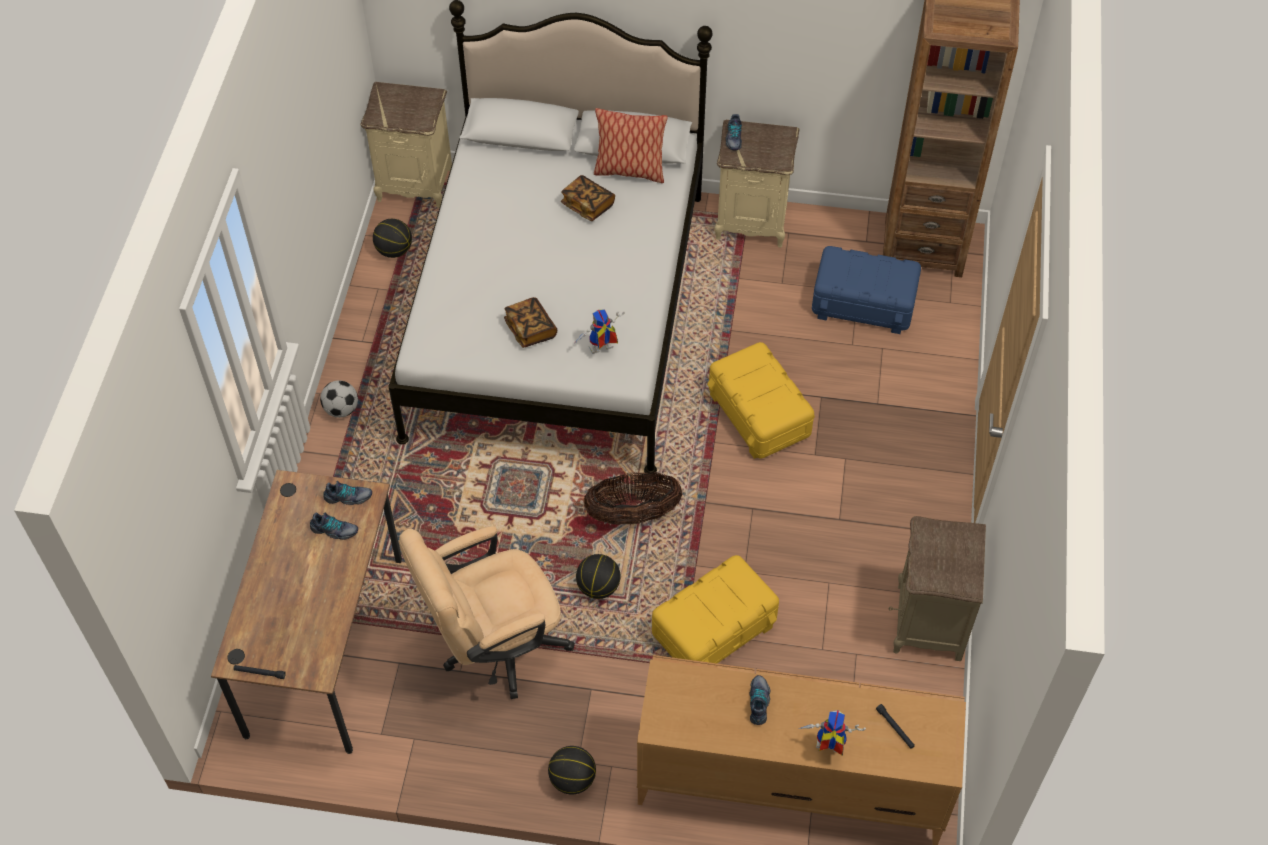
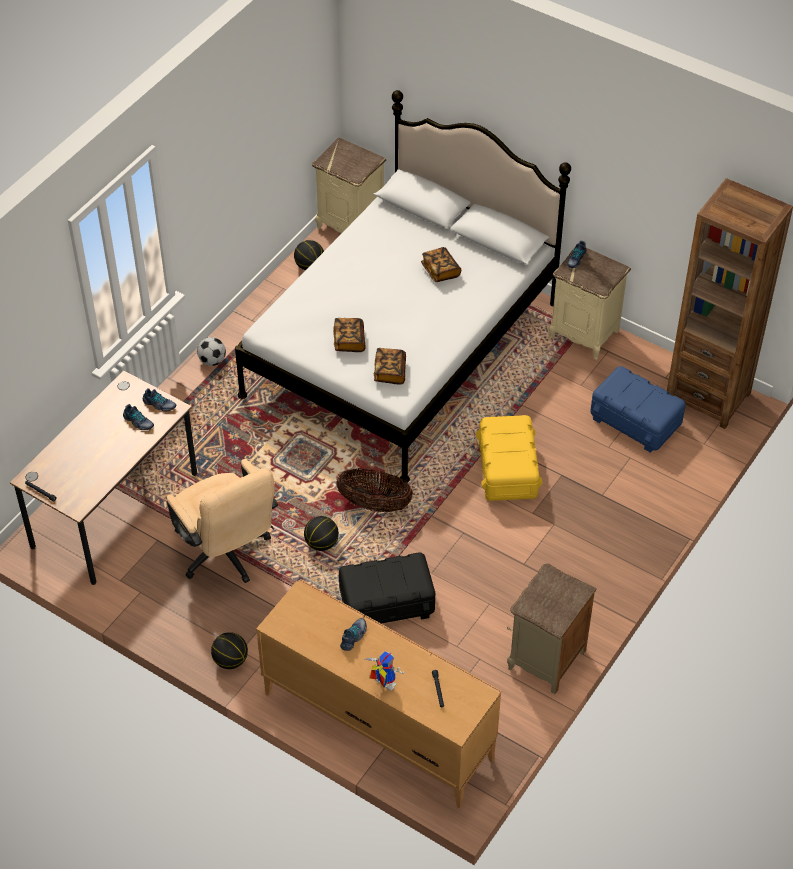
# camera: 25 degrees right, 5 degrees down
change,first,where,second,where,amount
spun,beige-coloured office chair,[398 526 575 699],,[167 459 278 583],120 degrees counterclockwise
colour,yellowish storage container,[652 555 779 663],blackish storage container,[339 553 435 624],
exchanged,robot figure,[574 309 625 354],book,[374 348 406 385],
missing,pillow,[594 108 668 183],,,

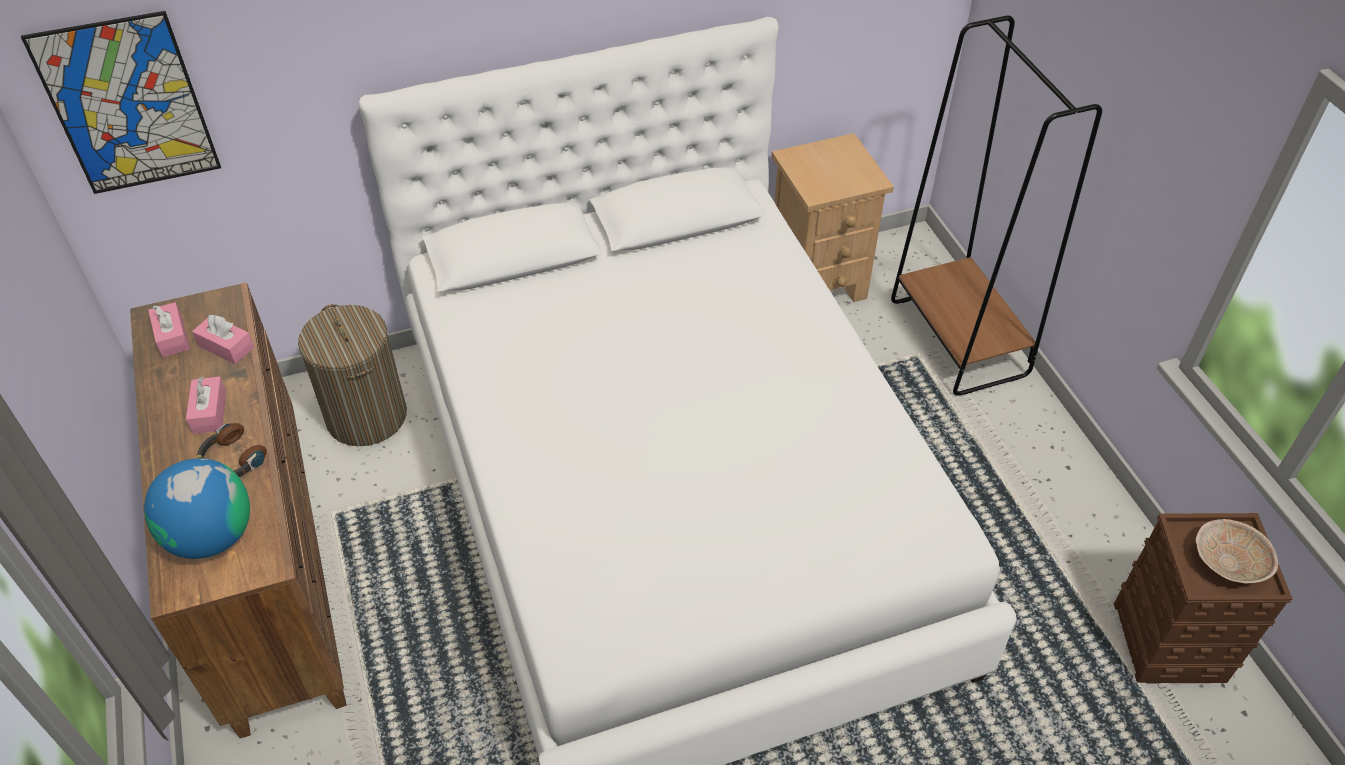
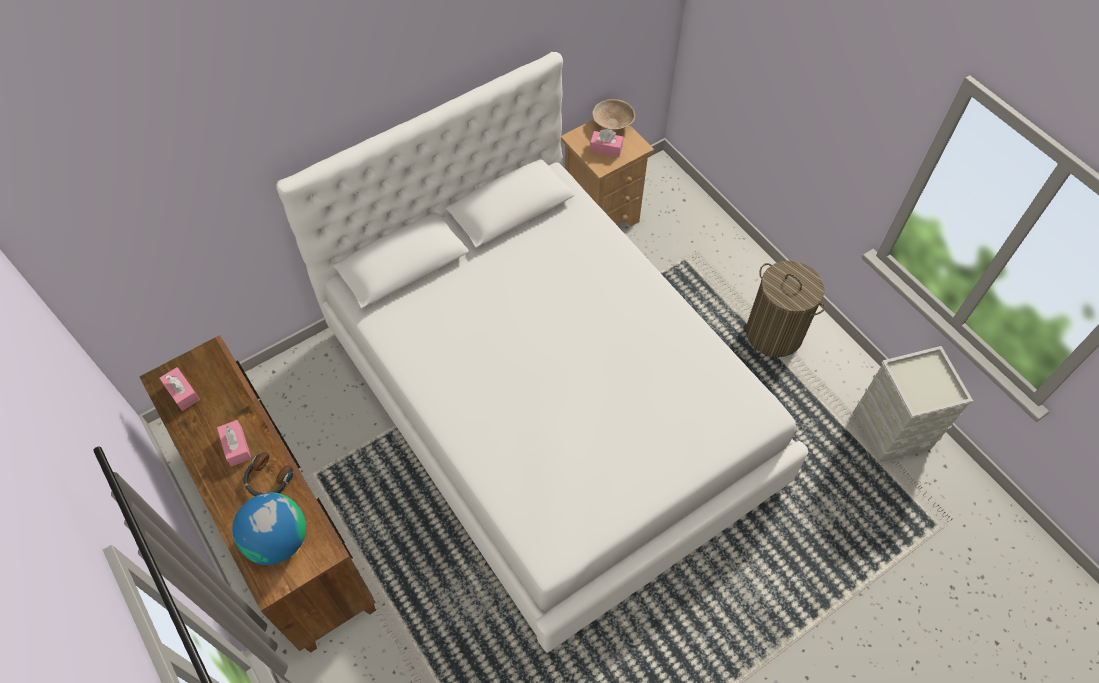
# camera: 15 degrees left, 10 degrees up
change,first,where,second,where,amount
relocated,pink-coloured tissue box,[192 315 254 364],,[590 129 623 157],
relocated,beige-coloured bowl,[1195 519 1278 584],,[592 99 635 130],
relocated,hamper,[298 304 407 446],,[746 261 826 357],
colour,brown-coloured storage container,[1113 513 1293 683],greyish storage container,[853 346 973 463],
missing,wall art,[21 11 221 194],,,
missing,clothes rack,[891 15 1102 396],,,

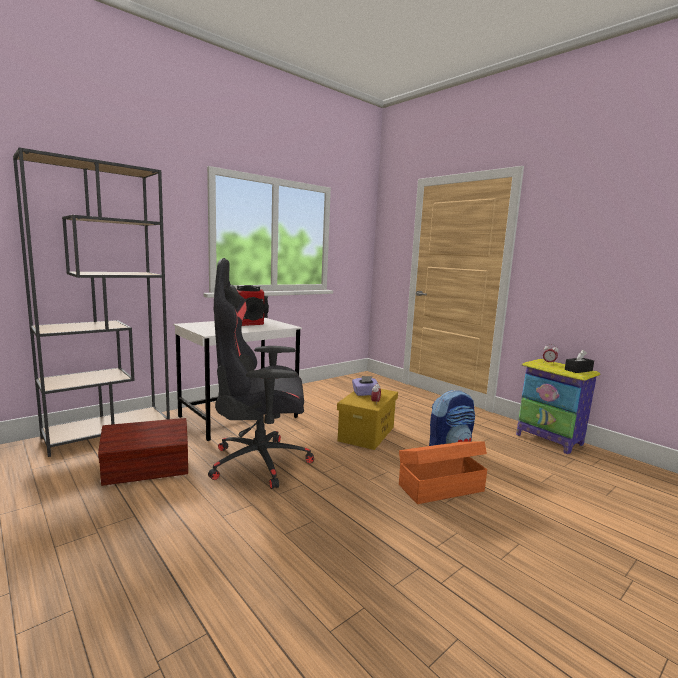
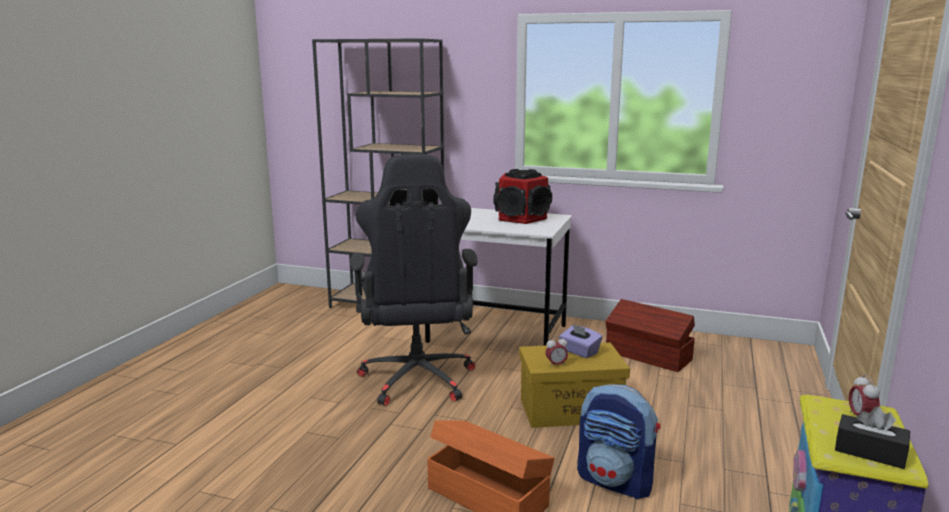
# camera: 60 degrees right, 5 degrees up
change,first,where,second,where,amount
spun,blackish office chair,[208 258 314 489],,[350 153 477 406],150 degrees counterclockwise
relocated,brown-coloured storage container,[98 418 188 486],,[605 299 695 372],

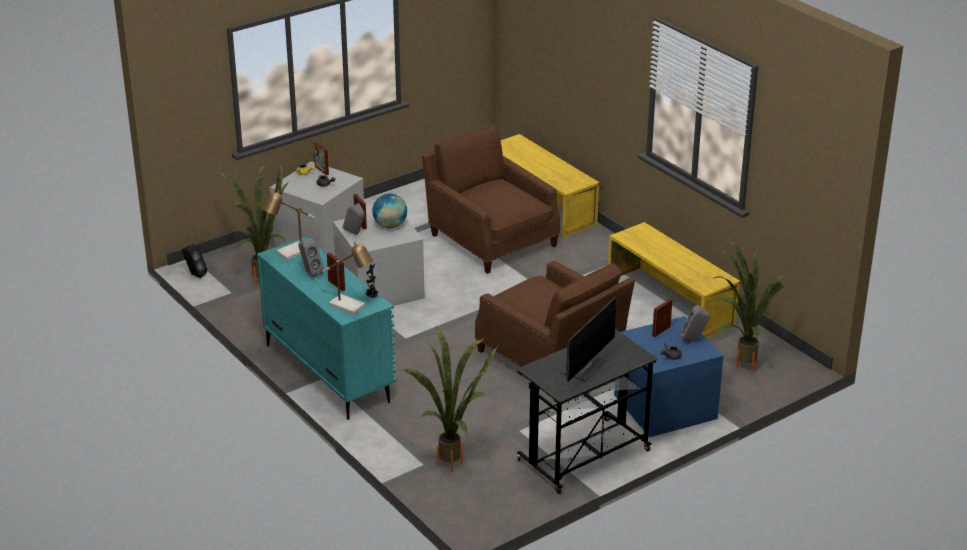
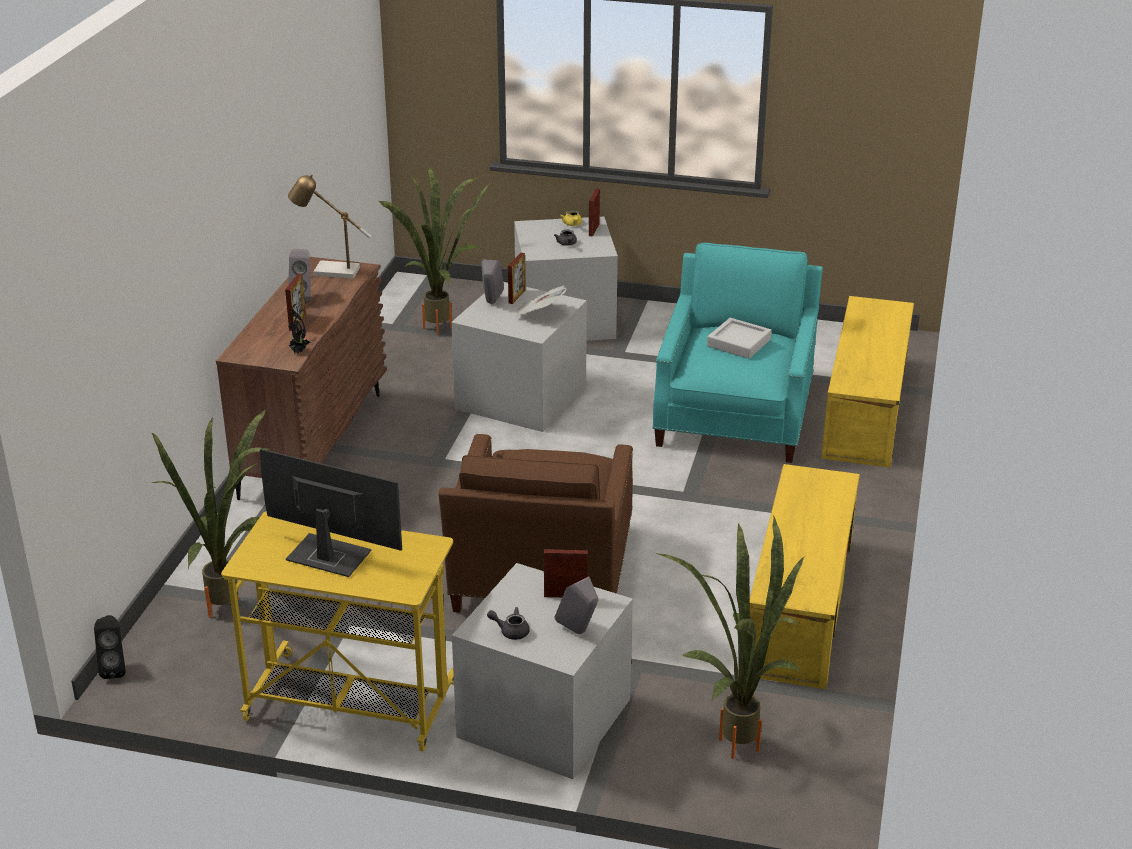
# camera: 50 degrees right, 0 degrees up
change,first,where,second,where,amount
relocated,blackish speaker,[182 244 207 278],,[94 615 126 679],
colour,turquoise drawer chest,[257 237 396 420],brown-coloured drawer chest,[216 257 387 500],
colour,blackish desk table,[517 329 657 494],yellowish desk table,[221 511 454 752],
spun,computer screen,[561 296 617 382],,[260 449 402 577],150 degrees counterclockwise
colour,blue storage container,[614 316 723 437],greyish storage container,[452 563 633 779],
exchanged,globe,[372 194 407 228],daily paper,[516 285 566 317],
colour,brown-coloured armchair,[422 125 560 274],turquoise armchair,[652 243 823 463],
appeared,,,greyish tray,[707 318 772 359],
missing,table lamp,[323 242 373 315],,,

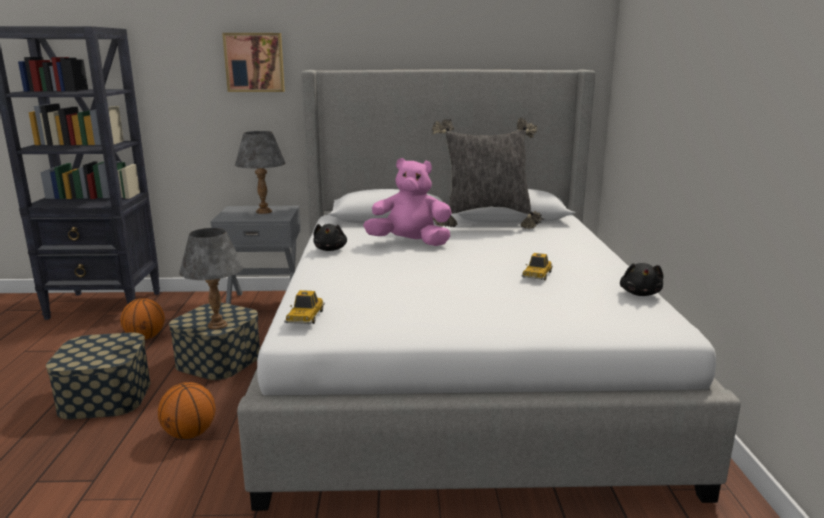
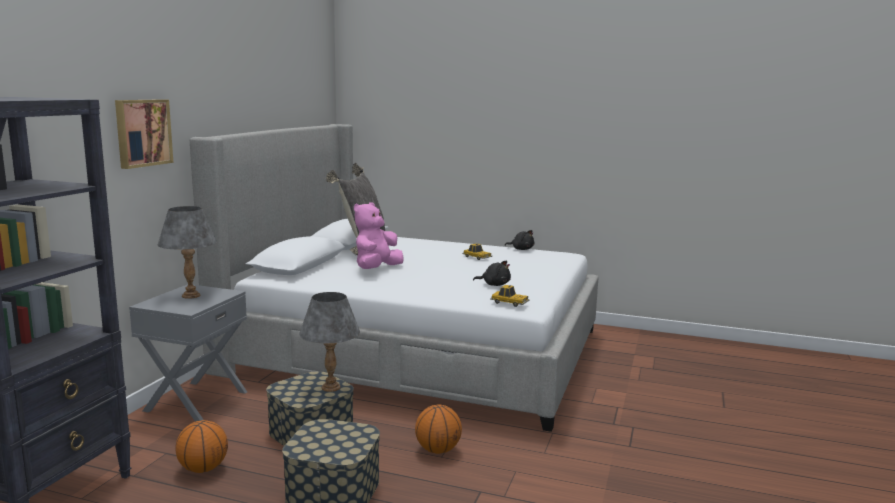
# camera: 70 degrees left, 5 degrees down
change,first,where,second,where,amount
relocated,blackish plush toy,[313 224 347 251],,[473 260 511 286],

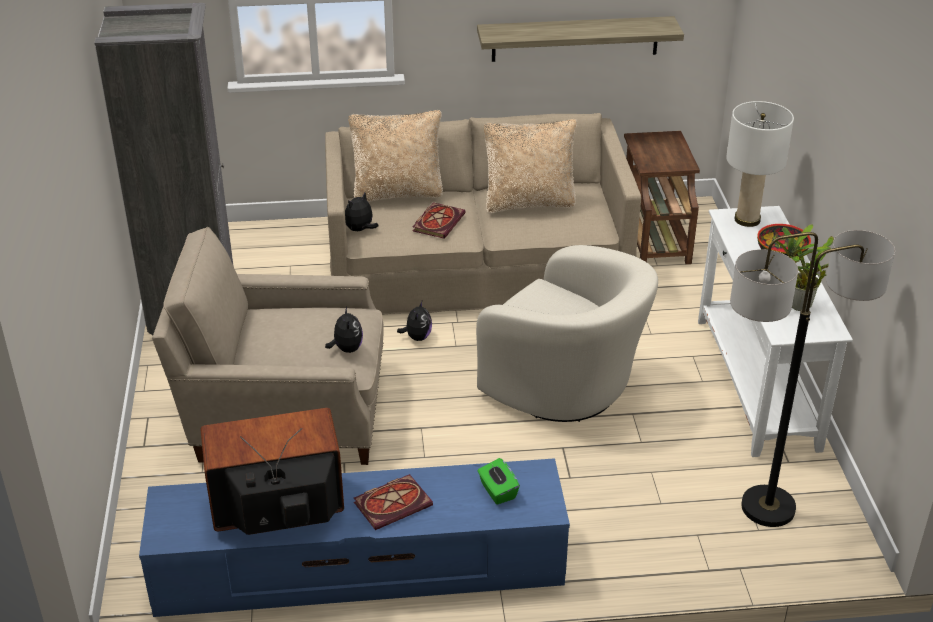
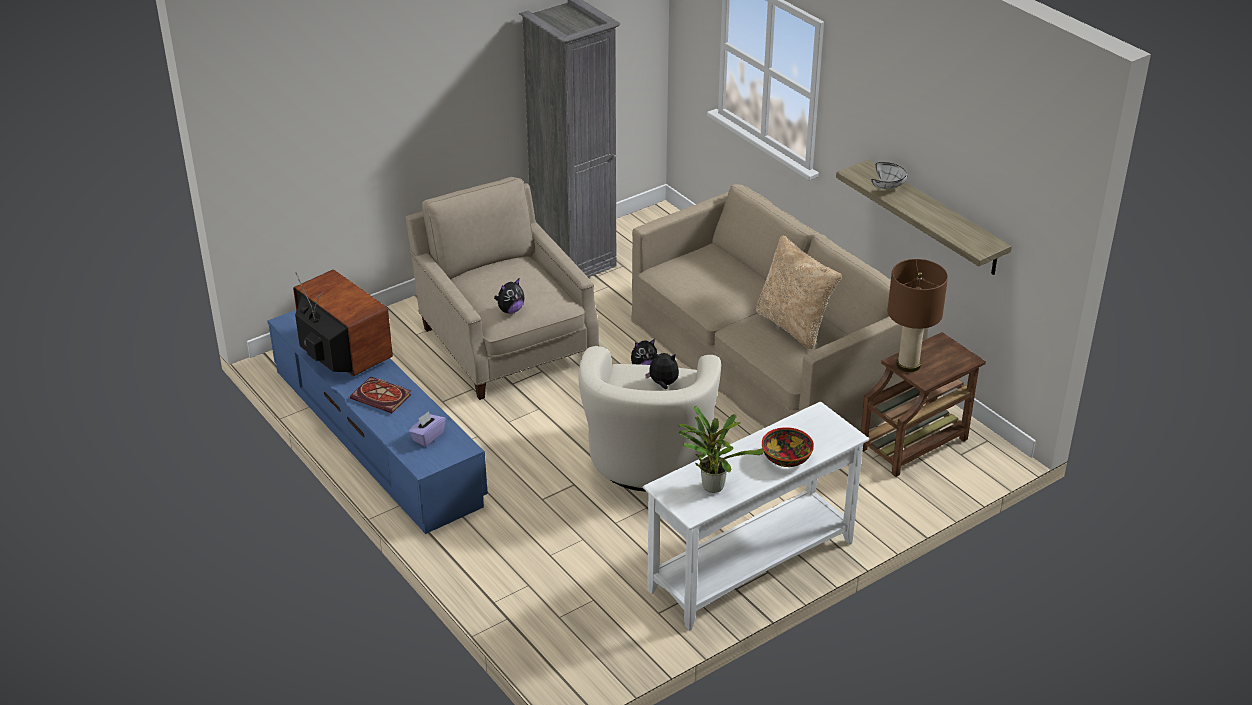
# camera: 60 degrees right, 0 degrees up
change,first,where,second,where,amount
colour,green-coloured tissue box,[478 458 520 505],purple-coloured tissue box,[408 411 446 447],
relocated,plush toy,[345 193 379 231],,[645 351 679 389],
appeared,,,white-coloured bowl,[872 162 908 189],
appeared,,,brown-coloured table lamp,[887 259 948 372],
missing,beige-coloured pillow,[348 110 443 203],,,
missing,book,[413 202 466 239],,,
missing,white-coloured table lamp,[726 101 794 227],,,
missing,standard lamp,[730 230 895 527],,,

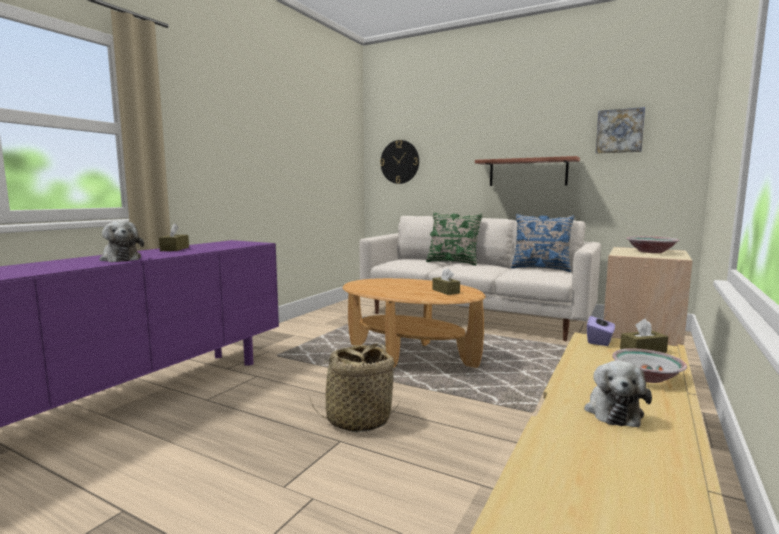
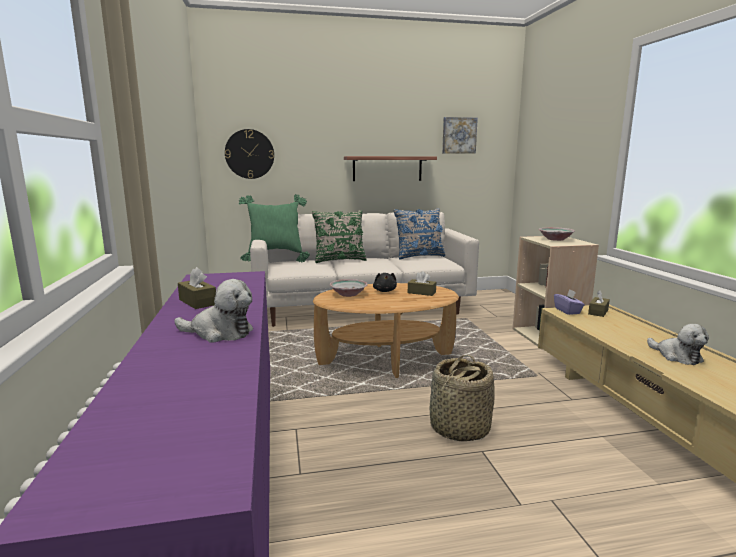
# camera: 40 degrees left, 5 degrees up
change,first,where,second,where,amount
appeared,,,green-coloured pillow,[238 195 310 262],
relocated,bowl,[612 348 687 383],,[330 279 368 297],
appeared,,,blackish plush toy,[373 273 397 292],

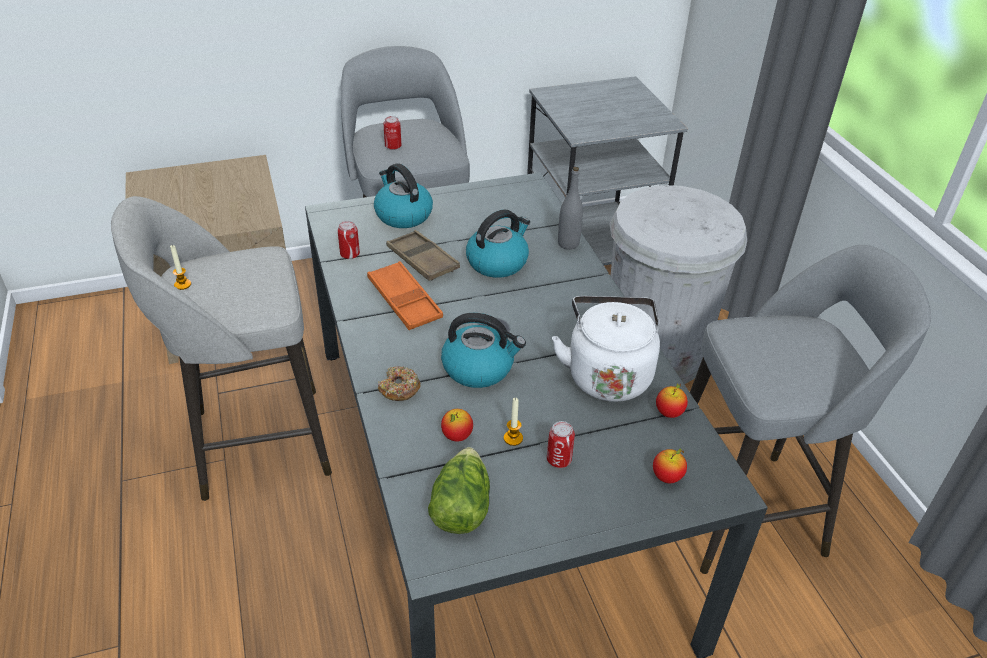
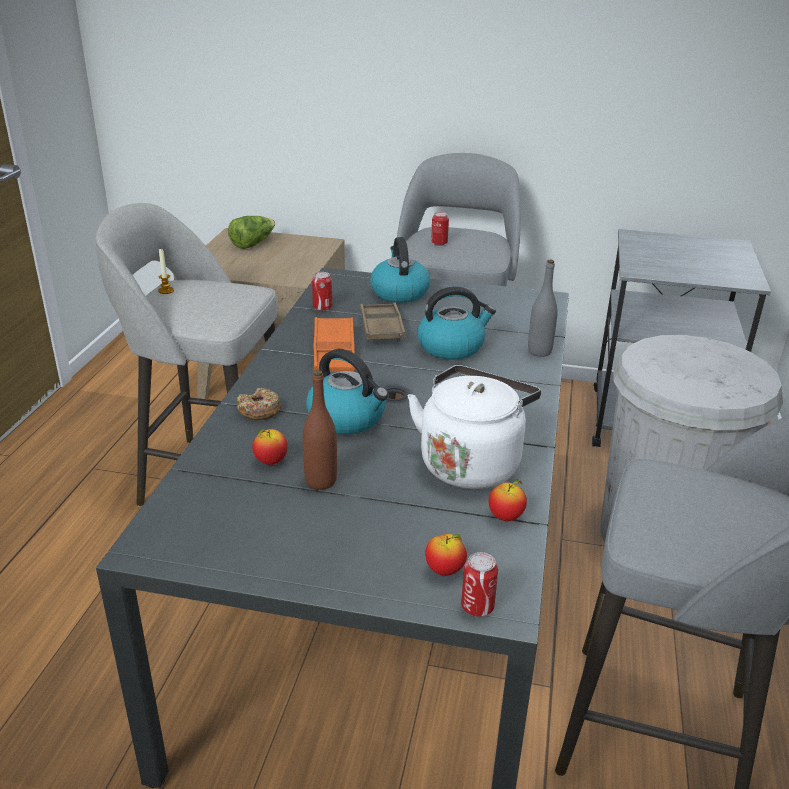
# camera: 30 degrees right, 10 degrees down
change,first,where,second,where,amount
relocated,lettuce head,[428 447 490 534],,[228 216 275 249],
exchanged,wax light,[504 398 523 446],brown-coloured beverage bottle,[303 370 337 490],
relocated,can,[547 421 575 468],,[461 552 498 617],

